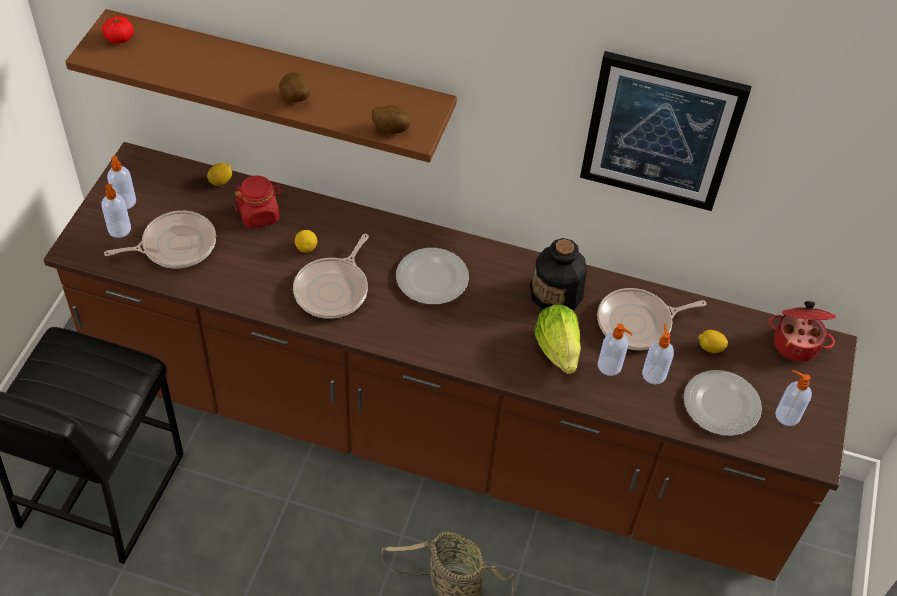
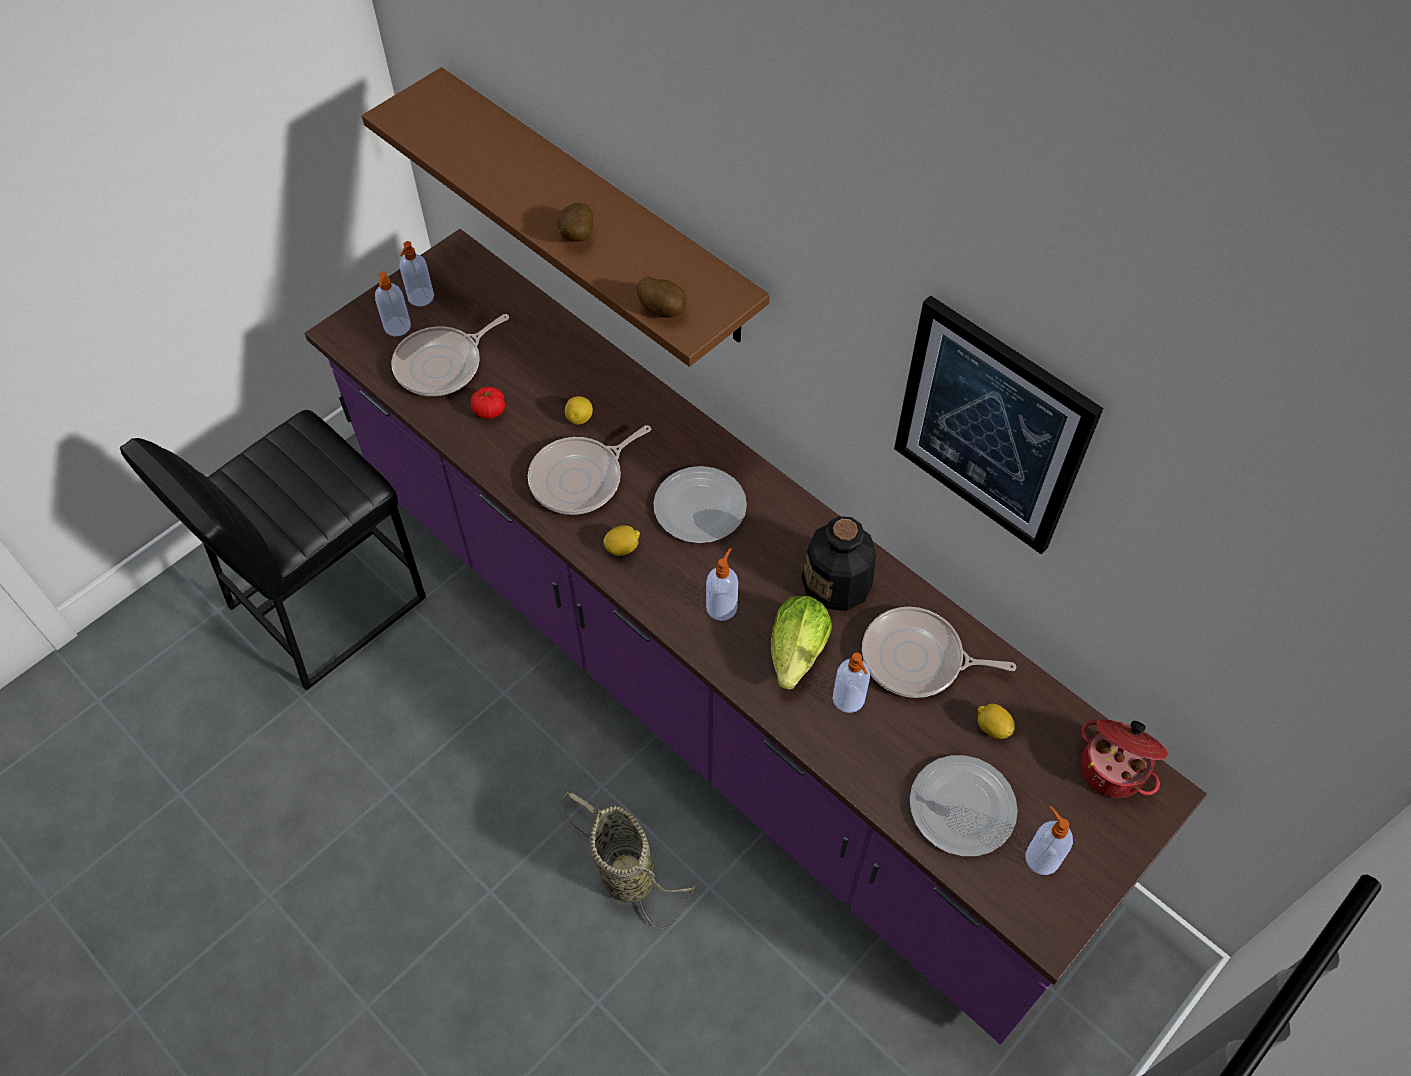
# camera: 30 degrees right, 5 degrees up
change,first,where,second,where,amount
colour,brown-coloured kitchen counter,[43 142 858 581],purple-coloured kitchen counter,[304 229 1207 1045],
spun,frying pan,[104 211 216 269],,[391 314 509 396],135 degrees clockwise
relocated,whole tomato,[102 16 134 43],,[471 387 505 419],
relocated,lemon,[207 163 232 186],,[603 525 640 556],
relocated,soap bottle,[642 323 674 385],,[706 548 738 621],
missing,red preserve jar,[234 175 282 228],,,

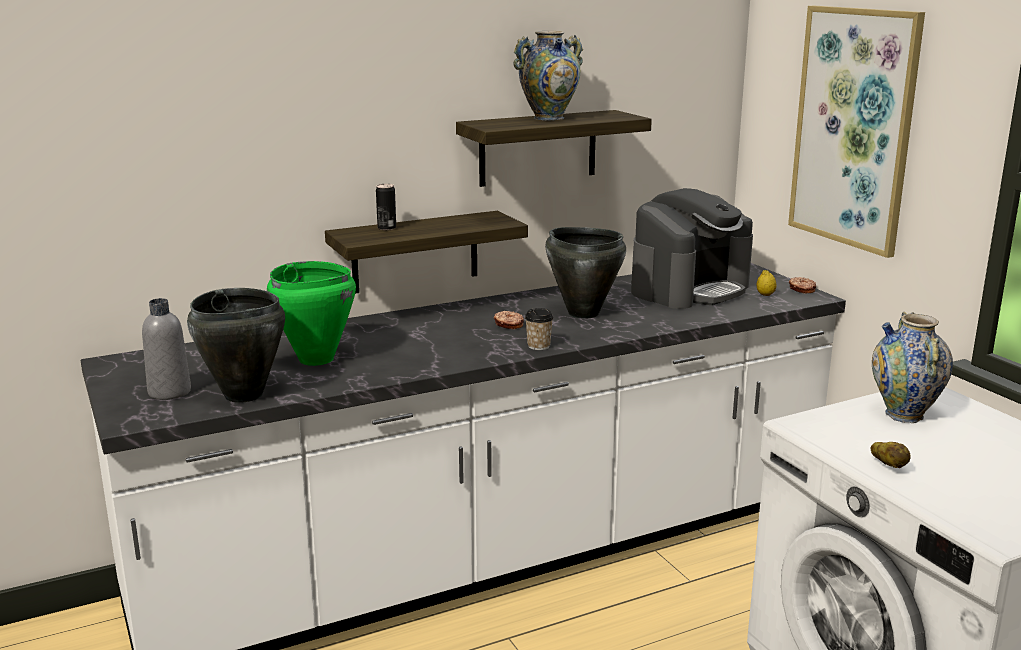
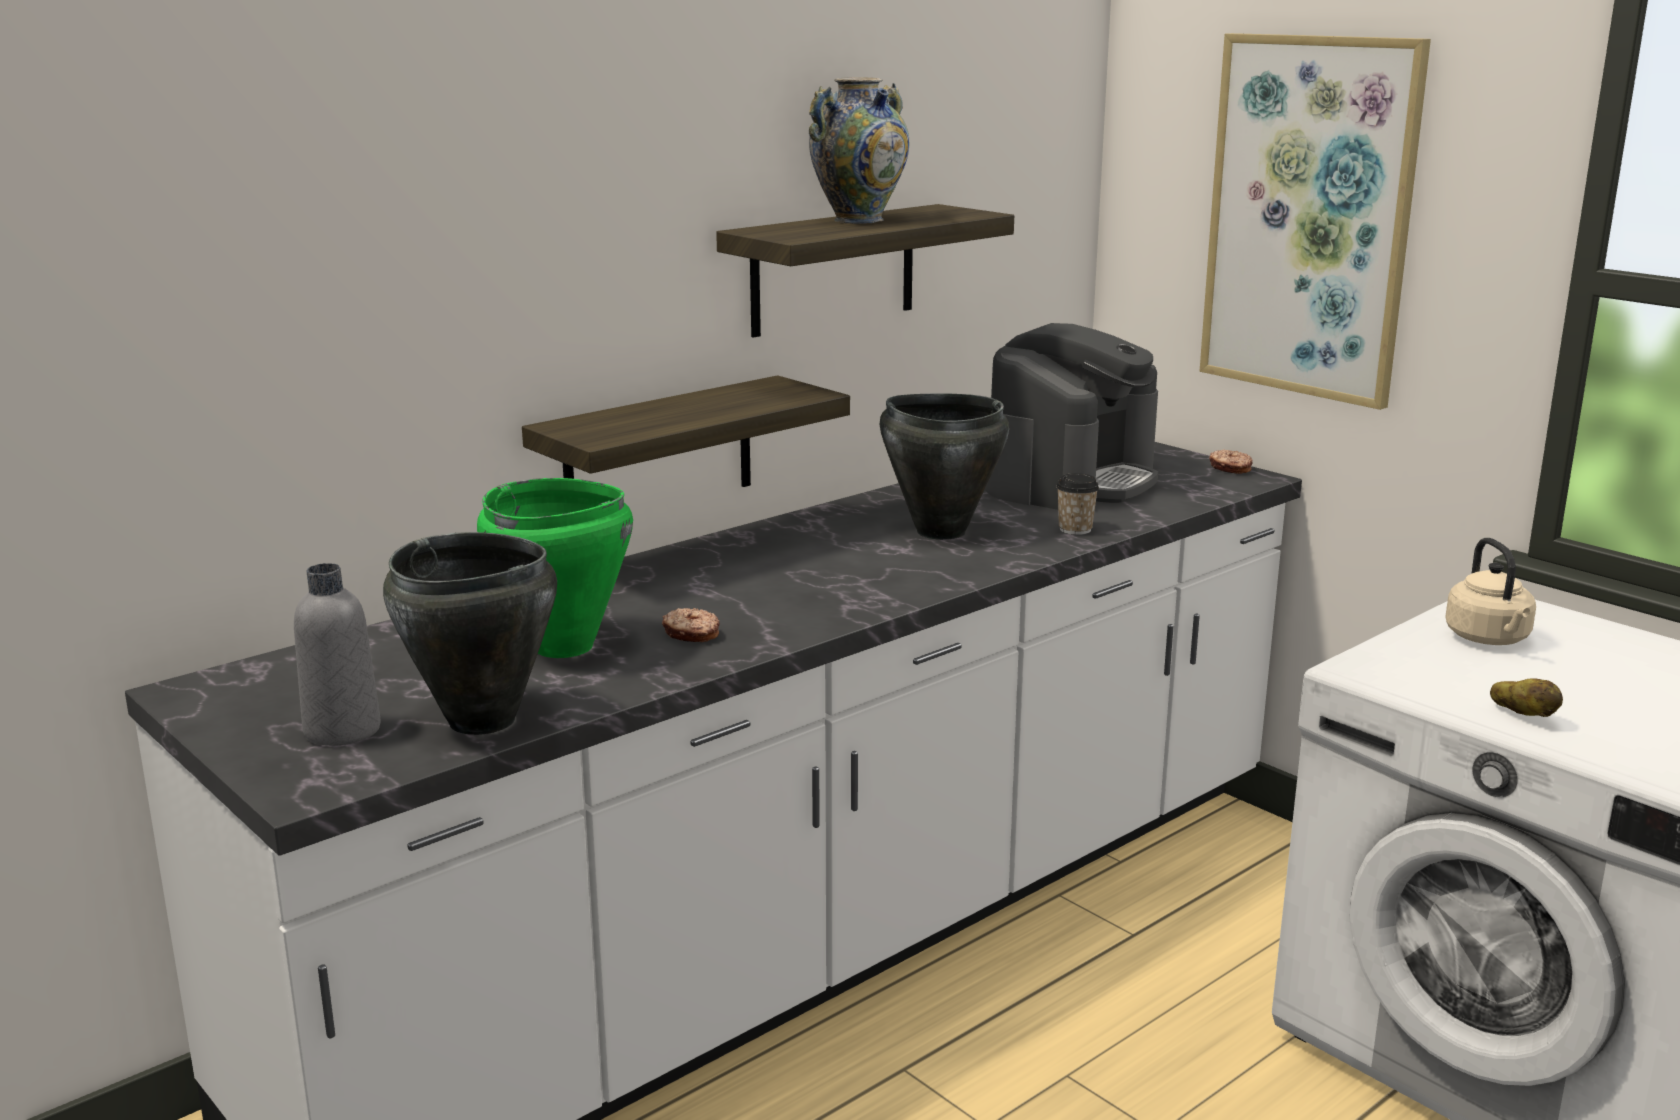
# camera: 15 degrees left, 0 degrees up
change,first,where,second,where,amount
relocated,doughnut,[494 311 524 329],,[662 608 720 642],
relocated,cup,[525 308 554 350],,[1056 473 1099 535],
exchanged,flower vase,[872 312 953 423],beige-coloured tea kettle,[1445 538 1536 645],
missing,can,[376 184 396 230],,,
missing,lemon,[757 270 776 296],,,

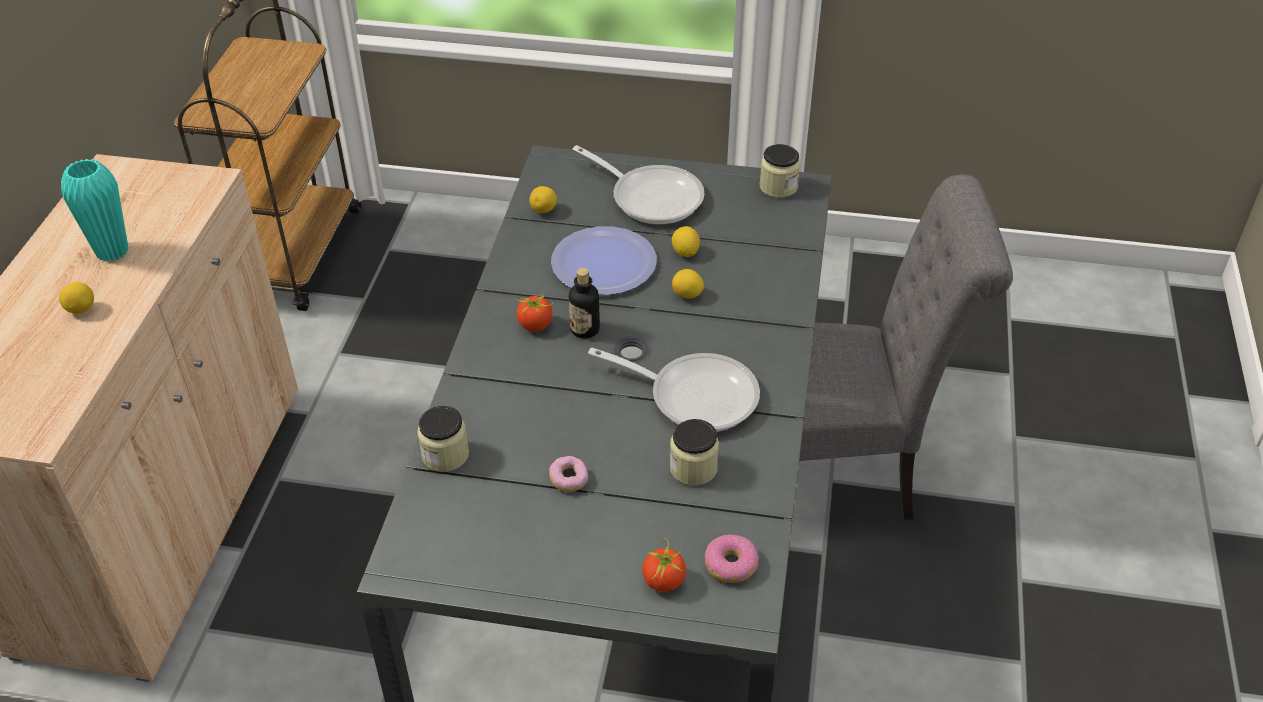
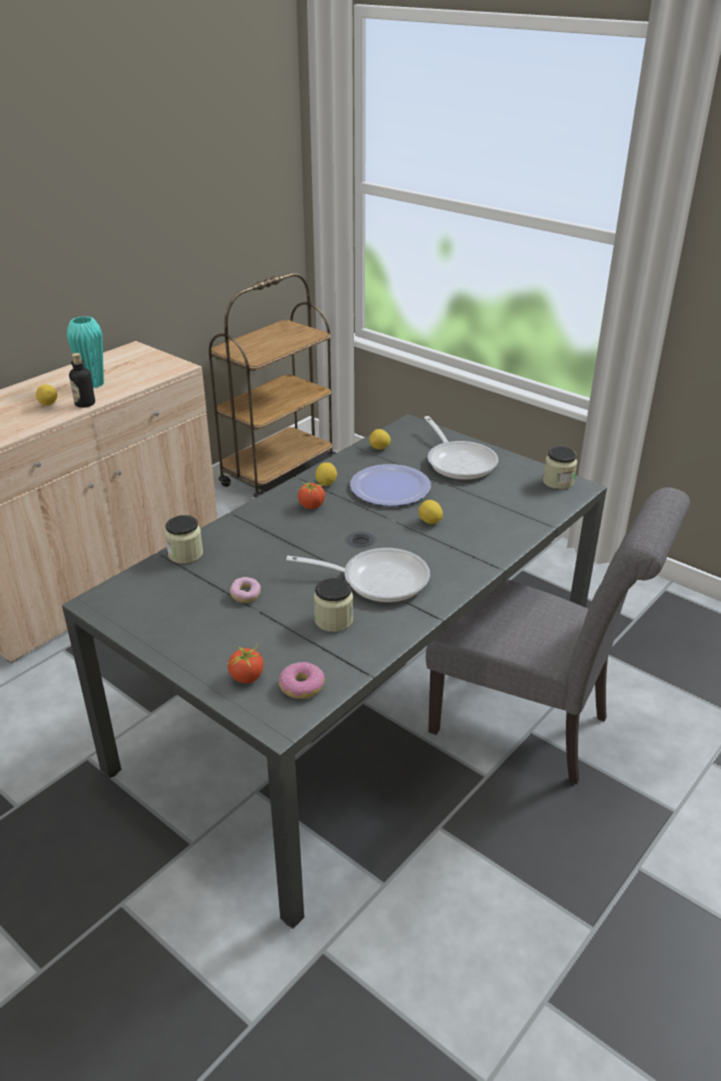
# camera: 30 degrees right, 10 degrees down
change,first,where,second,where,amount
relocated,beverage bottle,[569 268 600 339],,[69 353 95 408],
spun,frying pan,[588 348 760 432],,[286 548 430 602],45 degrees counterclockwise
relocated,lemon,[672 226 700 257],,[316 462 337 486],

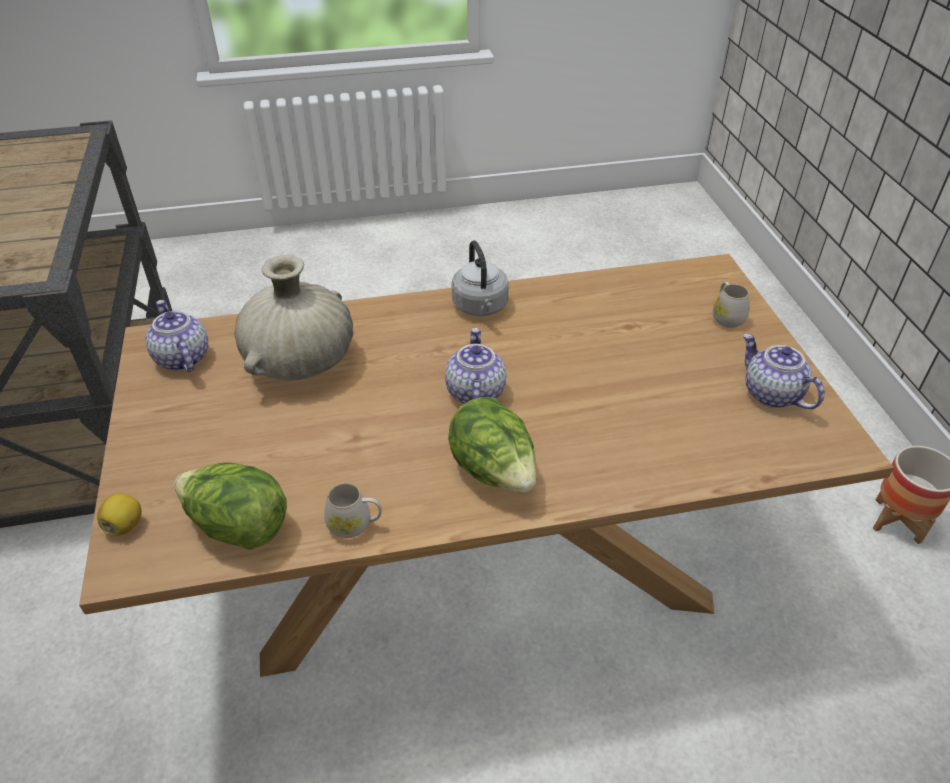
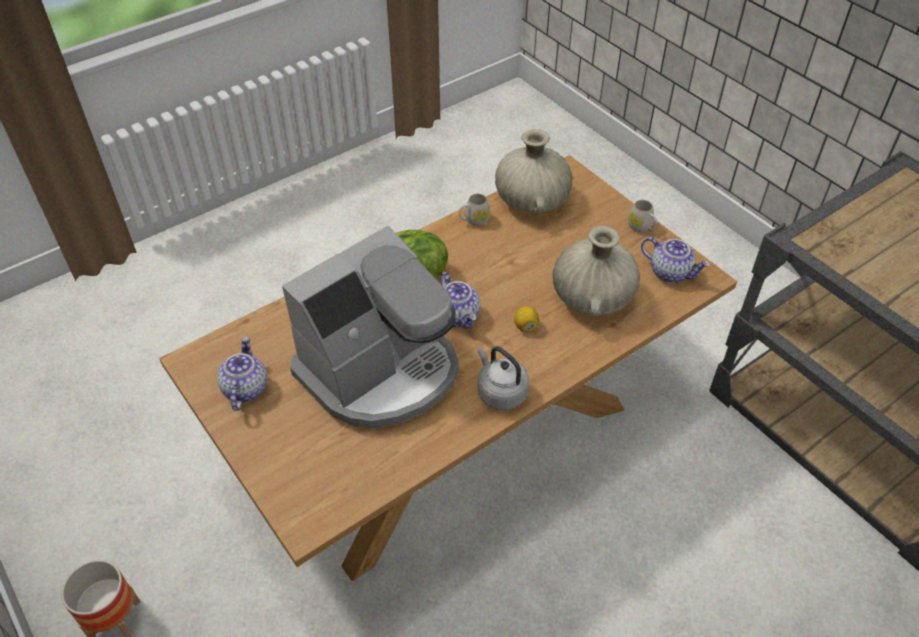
# camera: 155 degrees right, 5 degrees up
change,first,where,second,where,amount
spun,tea pot,[743 334 825 409],,[217 337 267 411],120 degrees counterclockwise
appeared,,,coffee brewer,[282 226 459 429],
exchanged,lettuce head,[174 463 287 550],beige-coloured flower vase,[495 129 573 213],
relocated,lemon,[97 493 142 536],,[514 306 540 332],
relocated,white-coloured tea mug,[713 282 750 328],,[628 200 657 232],

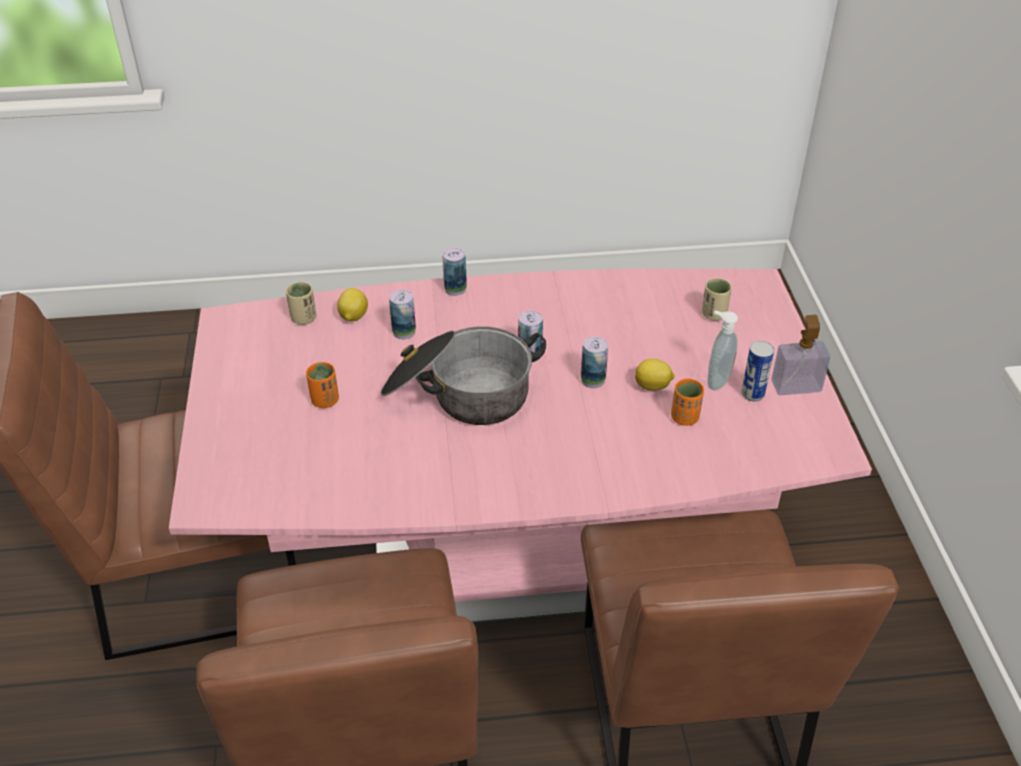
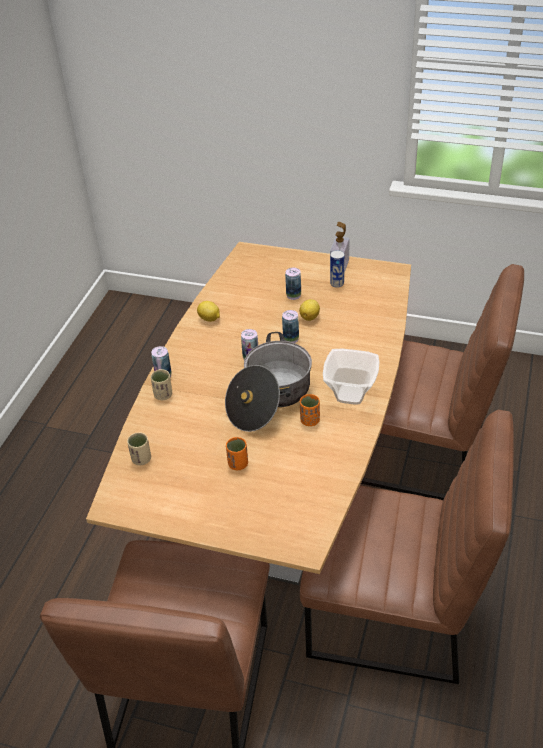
# camera: 65 degrees left, 0 degrees up
change,first,where,second,where,amount
colour,pink-coloured dining table,[169 268 872 625],brown-coloured dining table,[86 242 411 585],
relocated,beige-coloured cup,[702 278 732 321],,[151 369 172 400],
relocated,lemon,[337 288 368 321],,[197 301 220 322],
relocated,can,[389 290 416 340],,[285 267 301 300],
relocated,orangey cup,[671 379 704 426],,[300 394 320 426],
appeared,,,bowl,[323 348 380 405],
missing,soap bottle,[707 310 738 391],,,

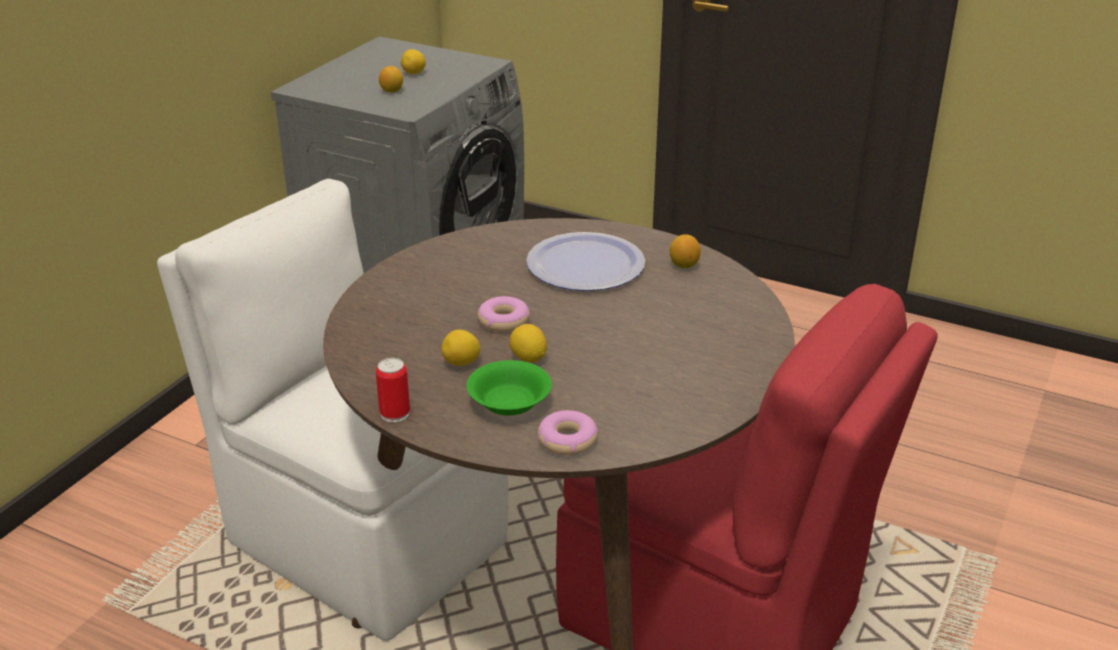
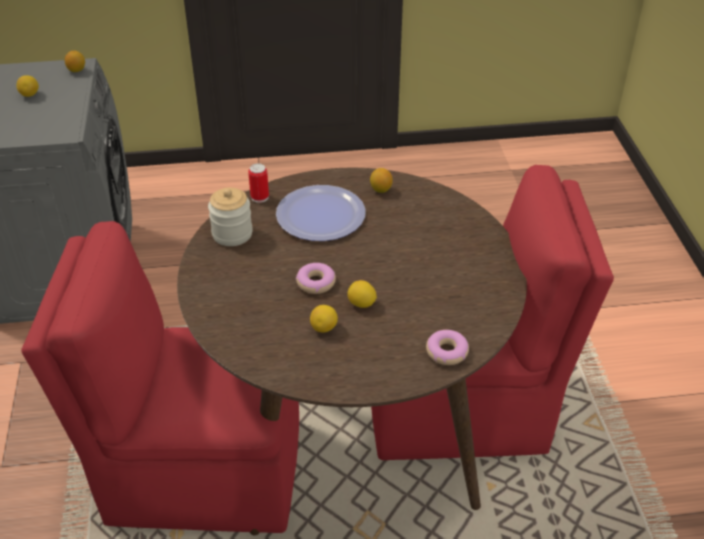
# camera: 35 degrees left, 10 degrees up
change,first,where,second,where,amount
colour,white-coloured chair,[157 179 509 641],red chair,[21 221 299 533],
relocated,lemon,[379 66 403 93],,[65 51 85 72],
appeared,,,preserve jar,[208 188 253 246],
relocated,can,[376 358 410 423],,[248 163 269 203],
missing,green-coloured bowl,[467 360 552 416],,,

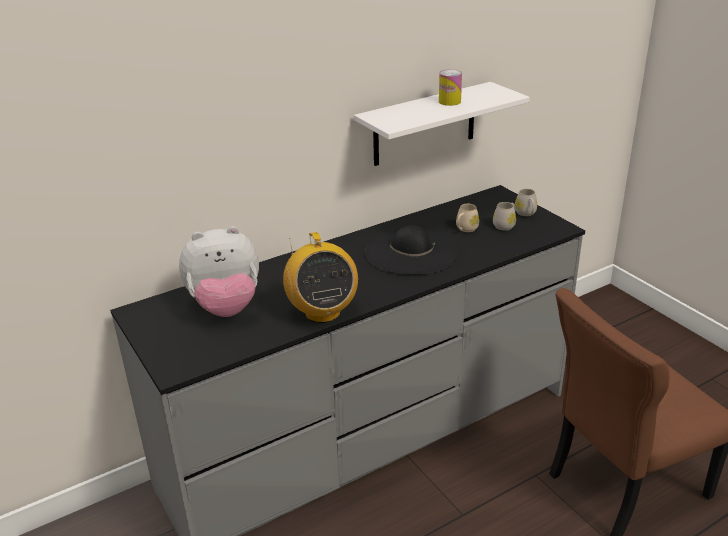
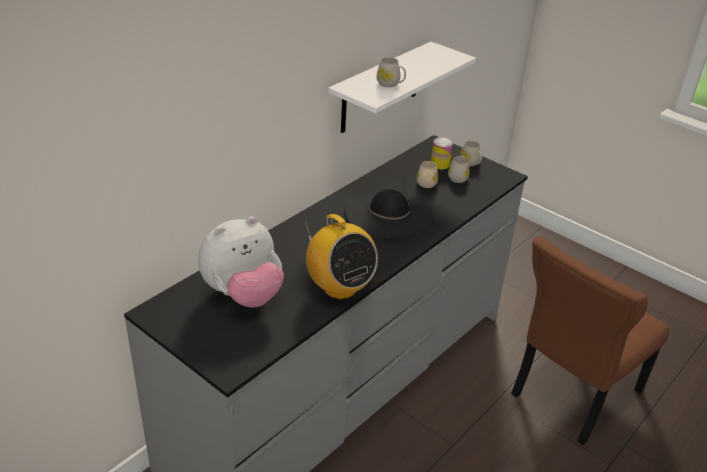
# camera: 20 degrees left, 5 degrees up
change,first,where,second,where,amount
appeared,,,white-coloured tea mug,[377 57 406 87],
relocated,can,[439 69 462 106],,[431 137 453 169],

